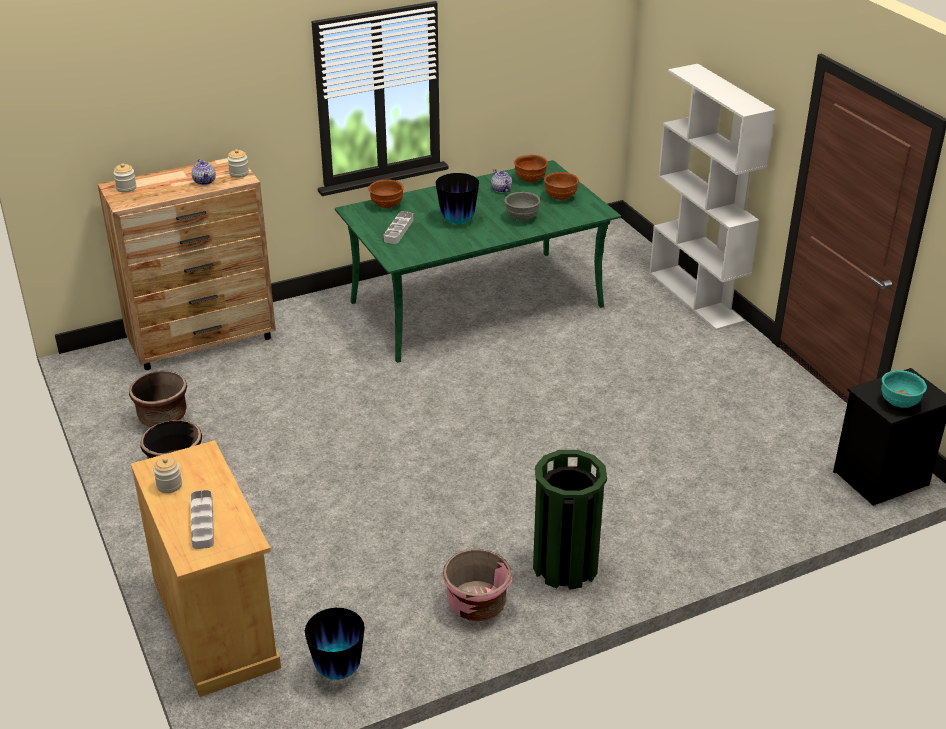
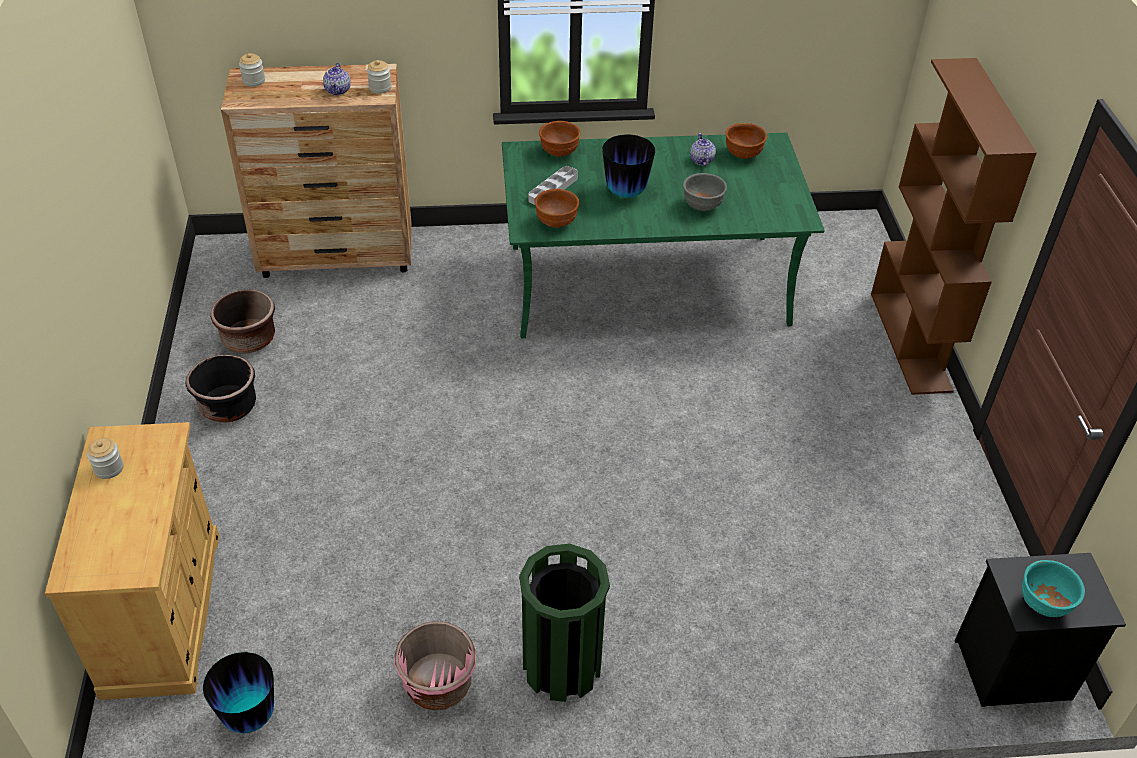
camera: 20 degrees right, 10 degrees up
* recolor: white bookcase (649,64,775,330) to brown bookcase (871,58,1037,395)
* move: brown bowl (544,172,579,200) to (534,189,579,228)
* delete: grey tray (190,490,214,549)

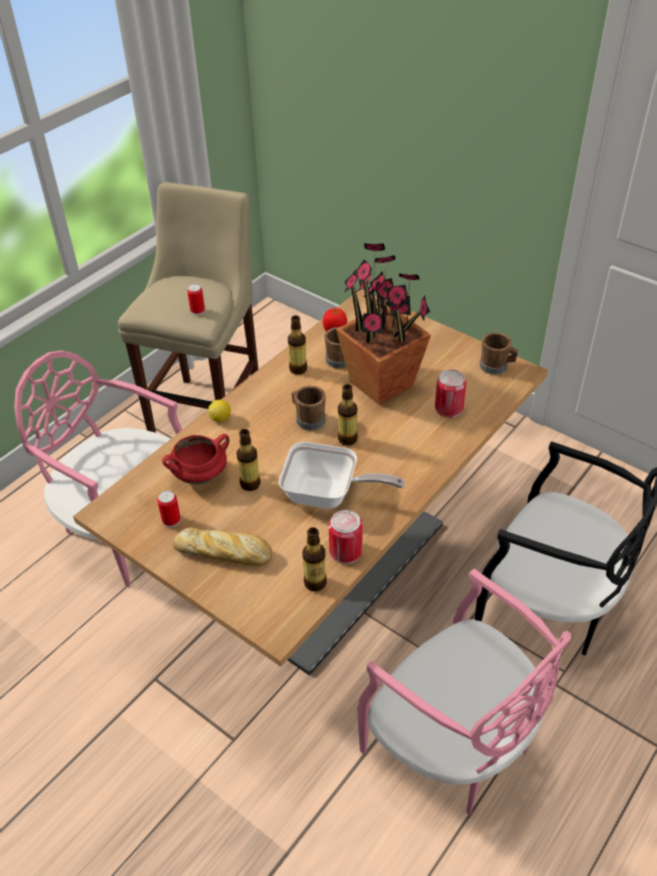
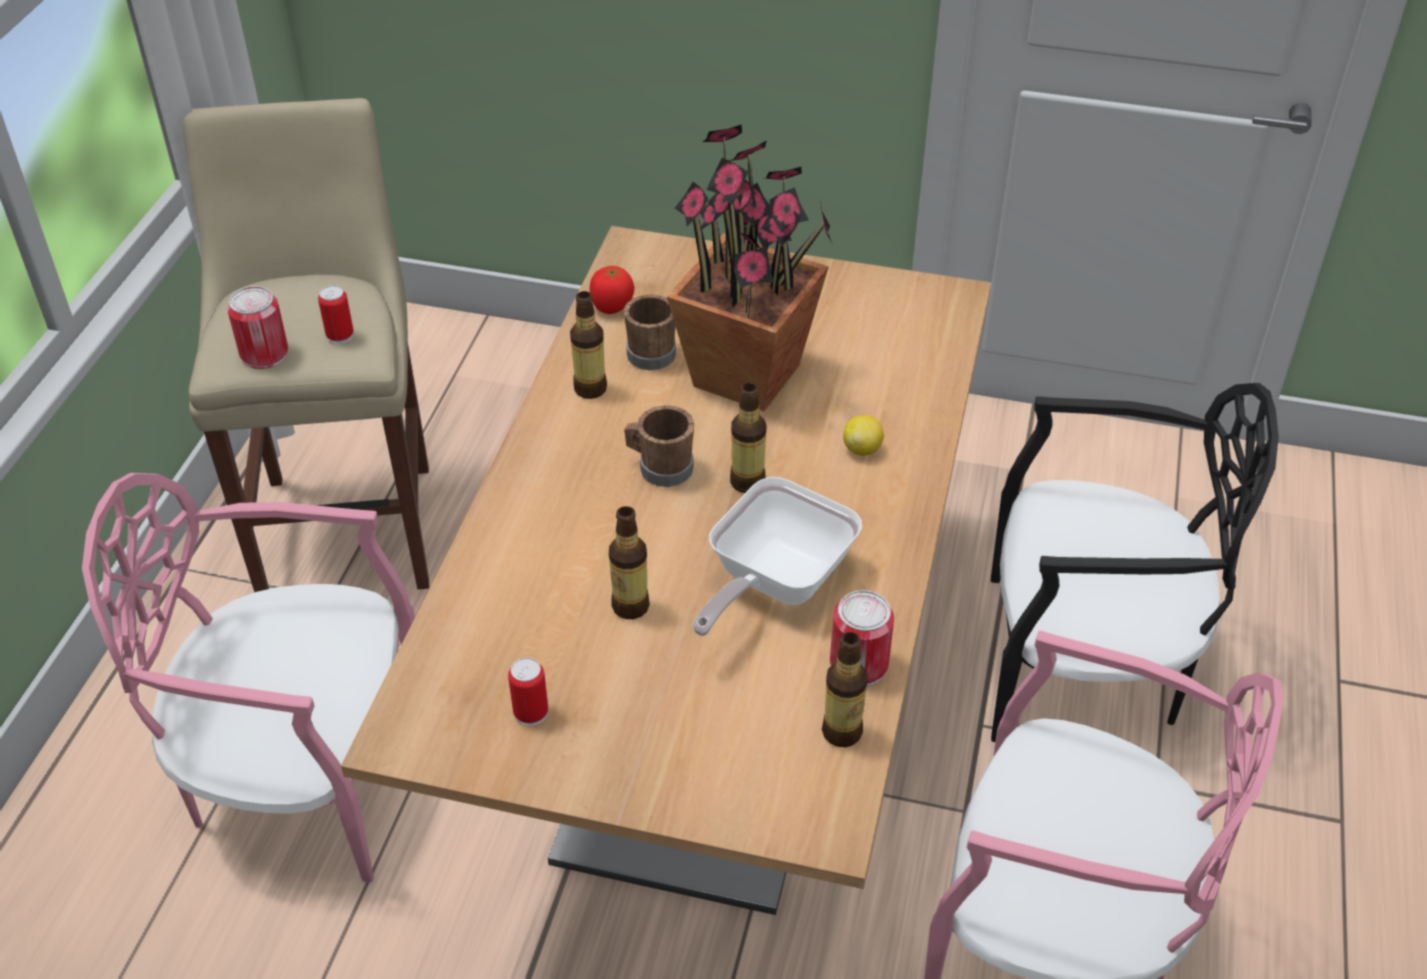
camera: 25 degrees left, 0 degrees up
* delete: brown mug (480,332,518,375)
* move: can (435,369,466,418) to (227,286,288,369)
* move: lemon (208,400,231,422) to (843,415,884,456)
* delete: red cooking pot (162,434,229,485)
* rotate: frying pan (279,442,405,509) = (692,477,862,636) 135 degrees clockwise
* delete: bread (173,528,272,566)

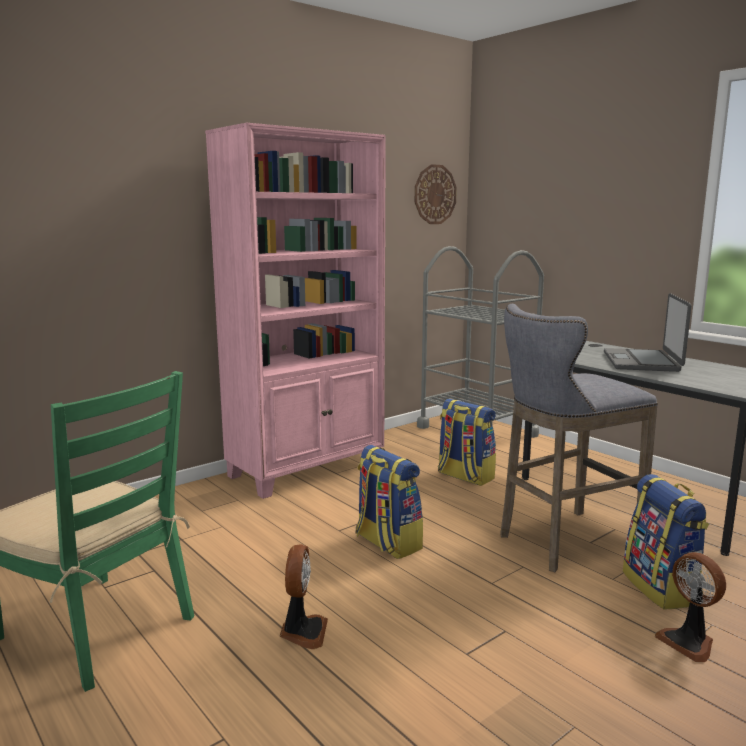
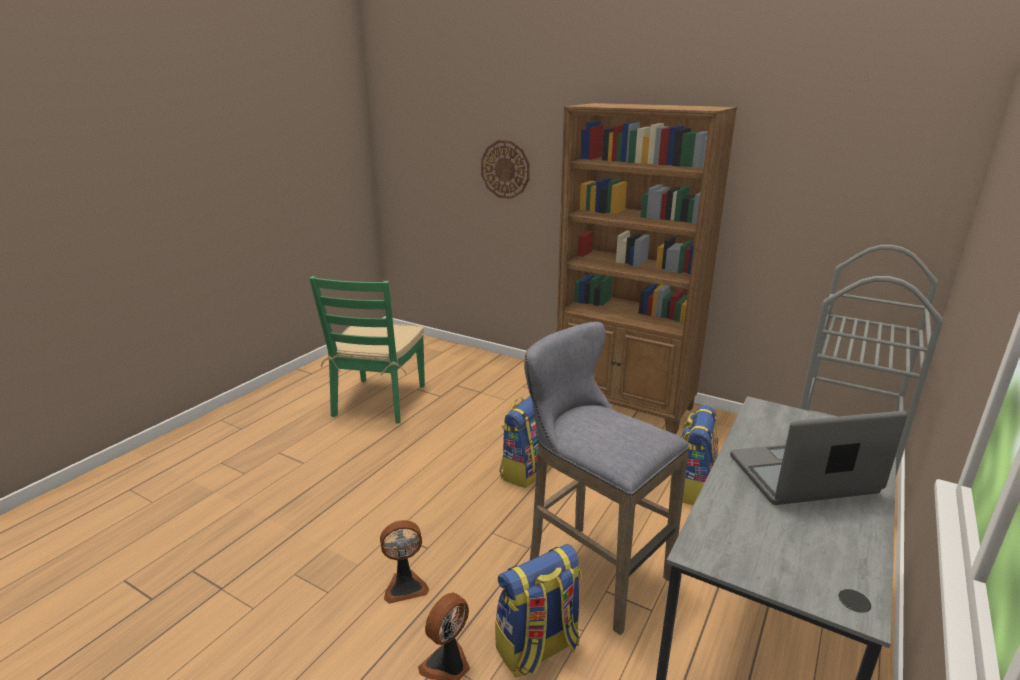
camera: 70 degrees right, 10 degrees up
* recolor: pink bookcase (205,123,386,499) to brown bookcase (556,103,737,435)
* move: wall clock (415,164,457,224) to (481,140,530,199)
* move: fan (280,544,328,649) to (380,520,429,604)

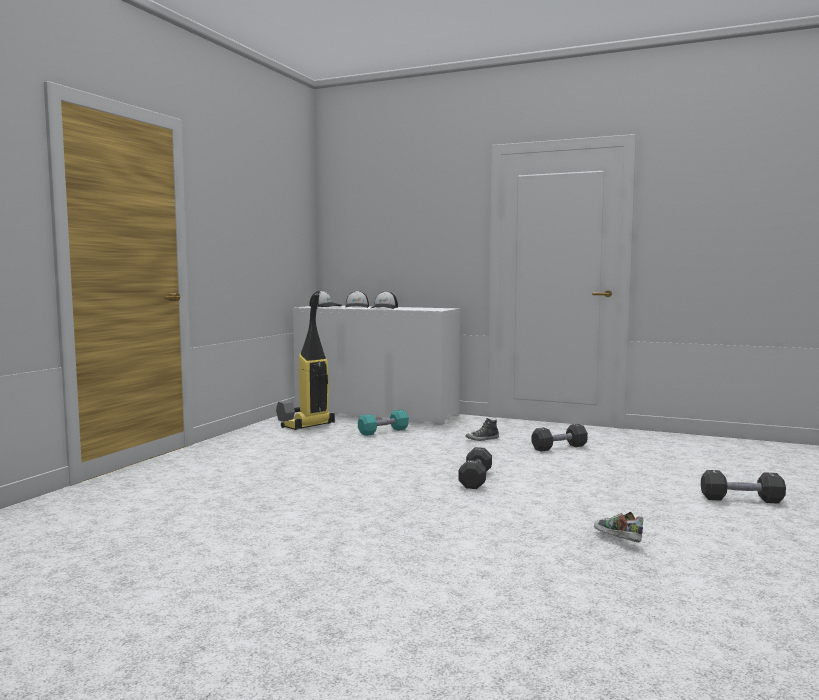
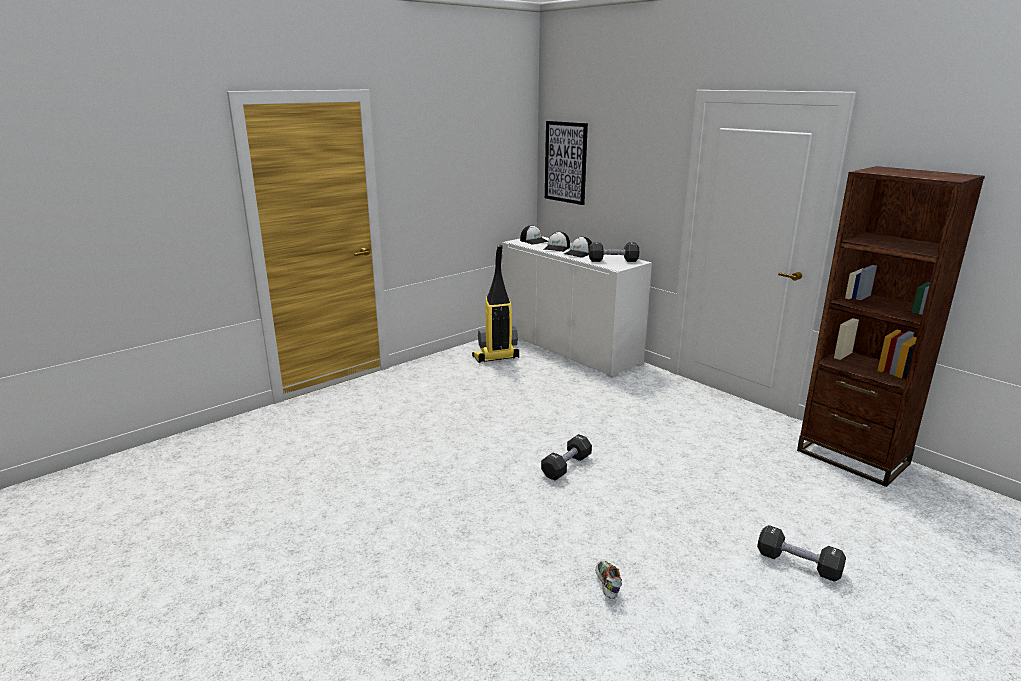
camera: 25 degrees right, 15 degrees up
* delete: turquoise dumbbell (358,410,409,436)
* delete: shoe (466,418,499,441)
* move: black dumbbell (531,424,588,452) to (589,242,639,262)
* insert: picture (545,121,588,205)
* insert: brown bookcase (797,166,985,487)

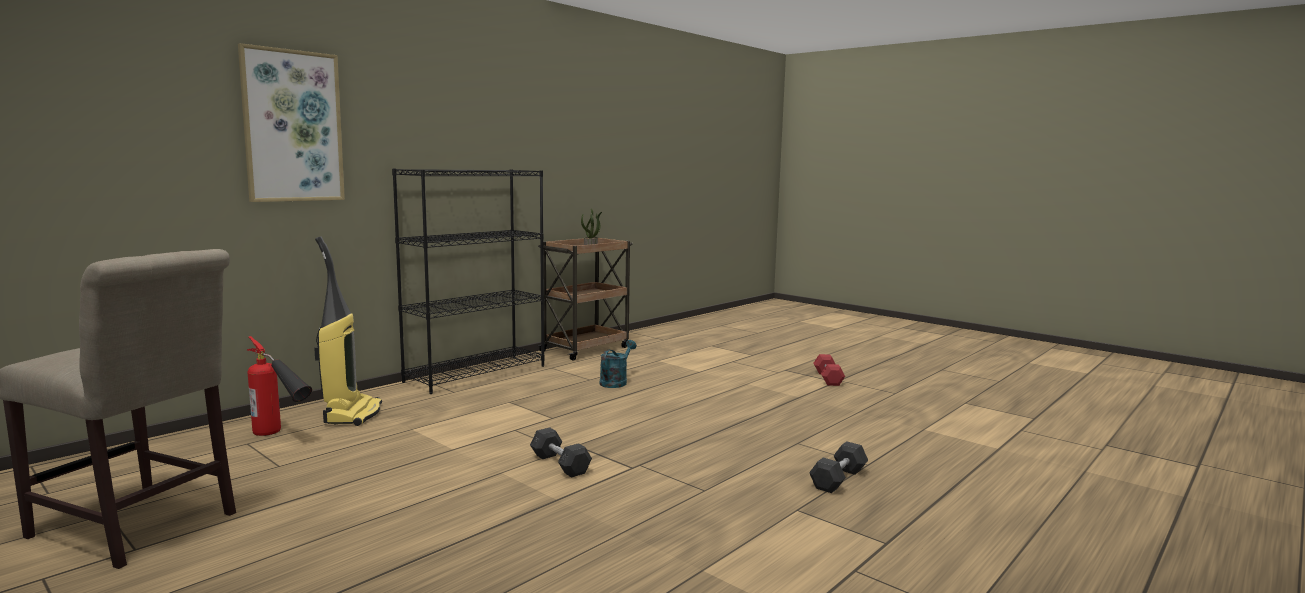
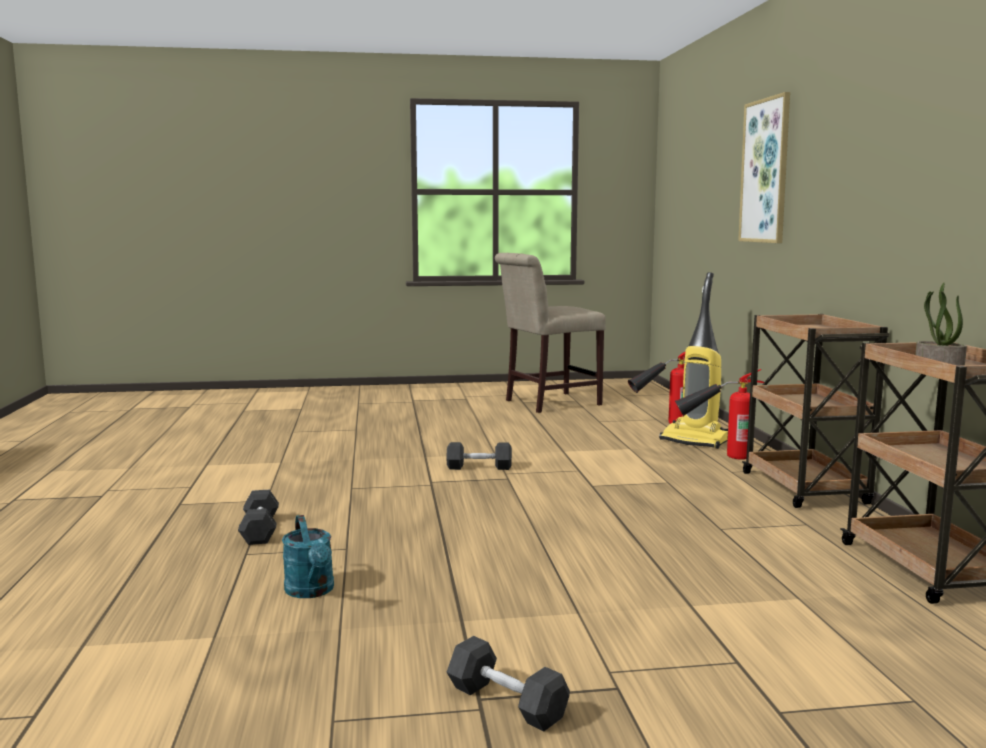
camera: 130 degrees right, 0 degrees up
* replace: black bookcase (392,168,545,394) to brown cart (742,314,890,508)
* move: turquoise watering can (600,340,637,388) to (282,515,334,598)
* recolor: red dumbbell (813,354,845,386) to grey dumbbell (447,636,570,732)
* insert: fire extinguisher (675,369,764,460)

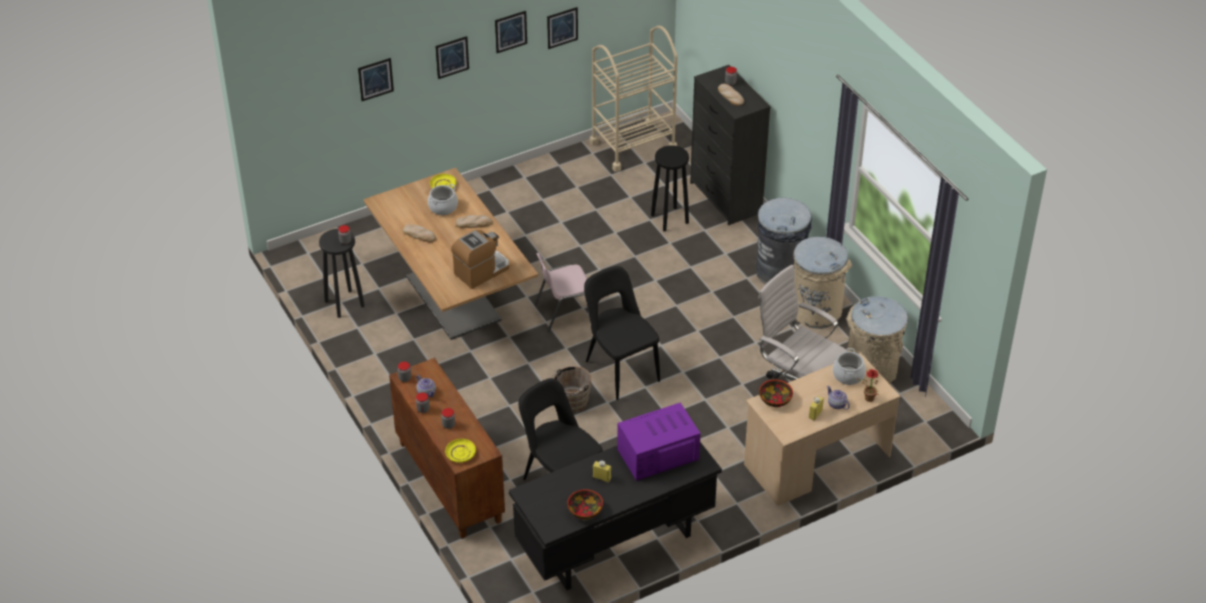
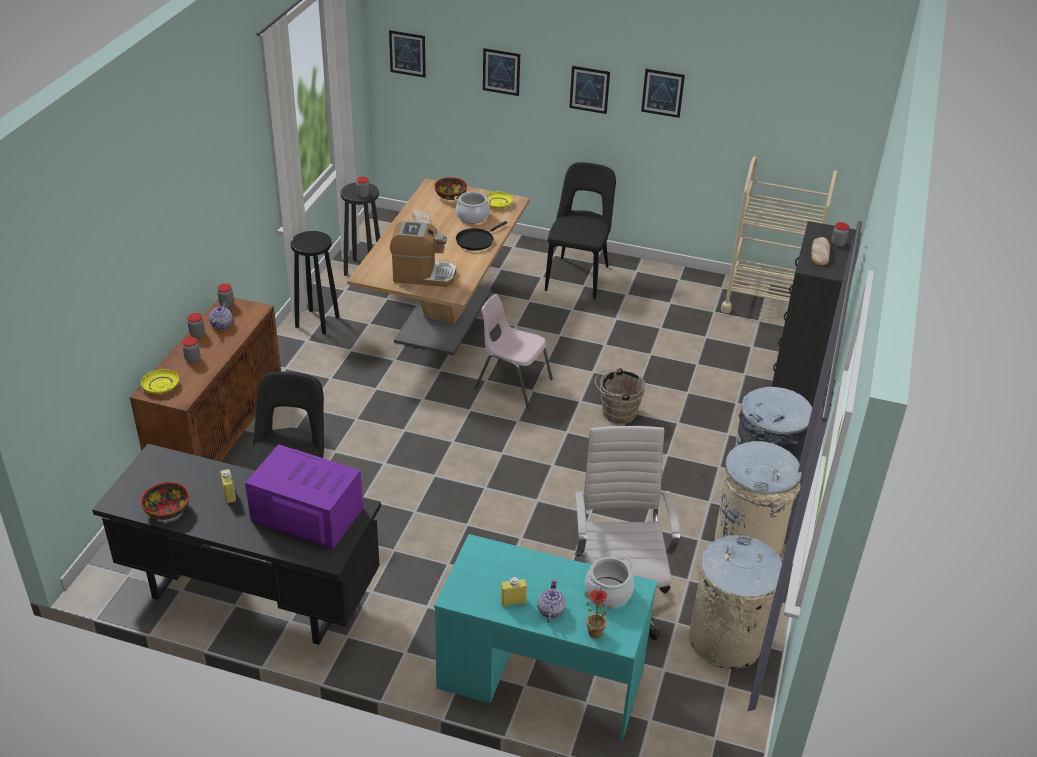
camera: 45 degrees right, 5 degrees down
* move: picture (547,7,578,49) to (389,30,426,78)
* move: black stool (651,145,689,232) to (290,231,339,334)
* replace: bread (455,215,492,228) to black frying pan (456,221,507,251)
* move: black chair (584,266,660,400) to (545,162,616,300)
* recolor: beige desk (744,353,901,506) to turquoise desk (434,534,657,741)
* move: brown bucket (551,366,591,413) to (595,368,646,424)
* move: bowl (759,380,793,407) to (434,177,467,200)

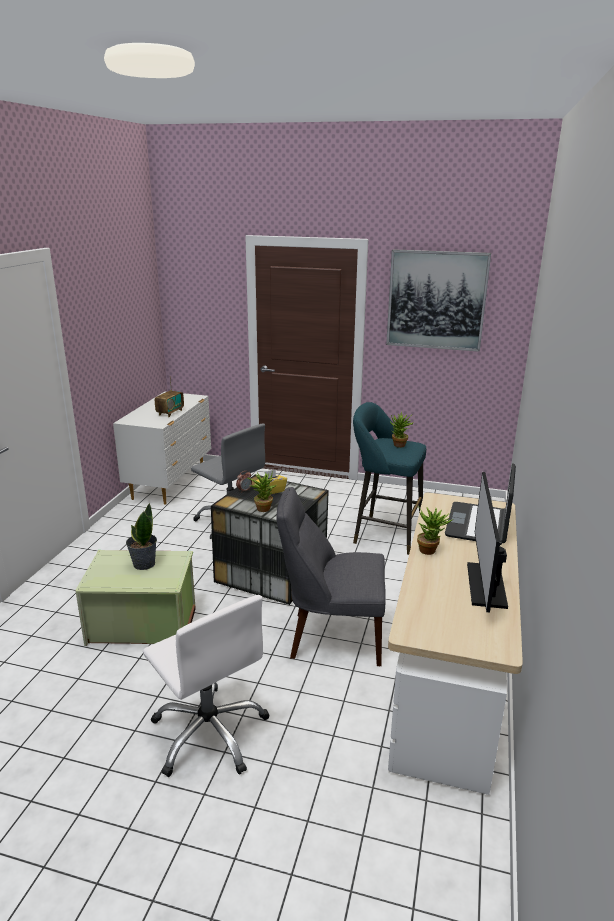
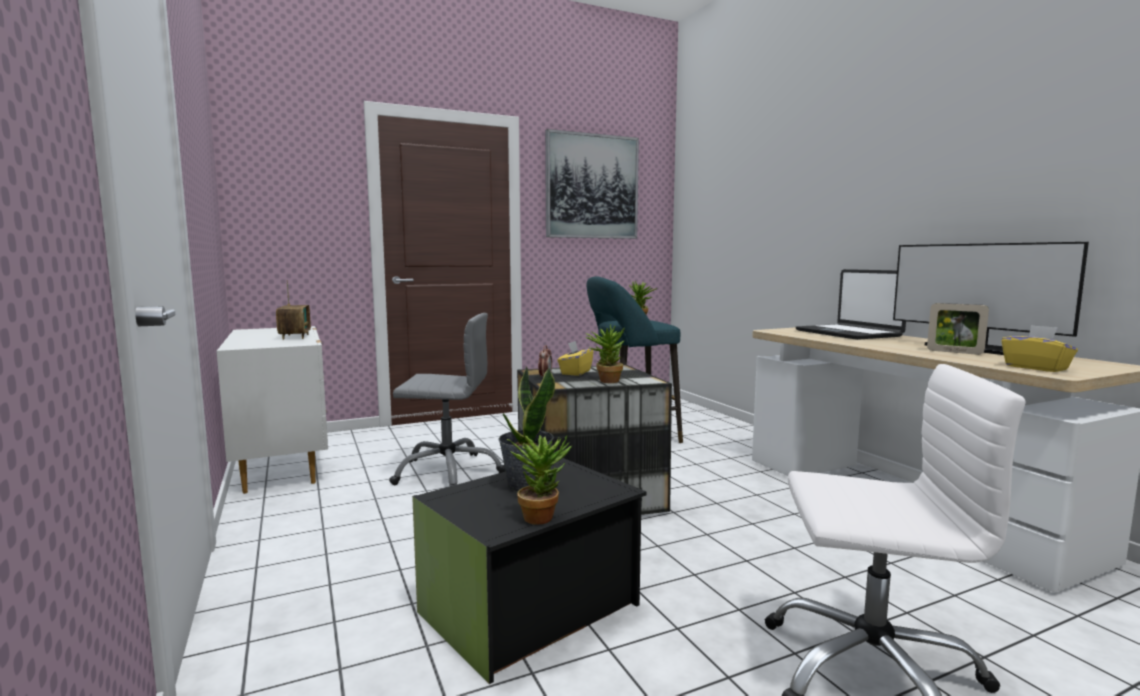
camera: 40 degrees left, 15 degrees down
* delete: grey chair (276,487,386,666)
* move: potted plant (417,506,453,555) to (507,435,572,525)
* recolor: green storage box (75,550,196,646) to black storage box (412,458,646,684)
* insert: picture frame (927,303,989,355)
* insert: yellow tissue box (1001,325,1078,372)

